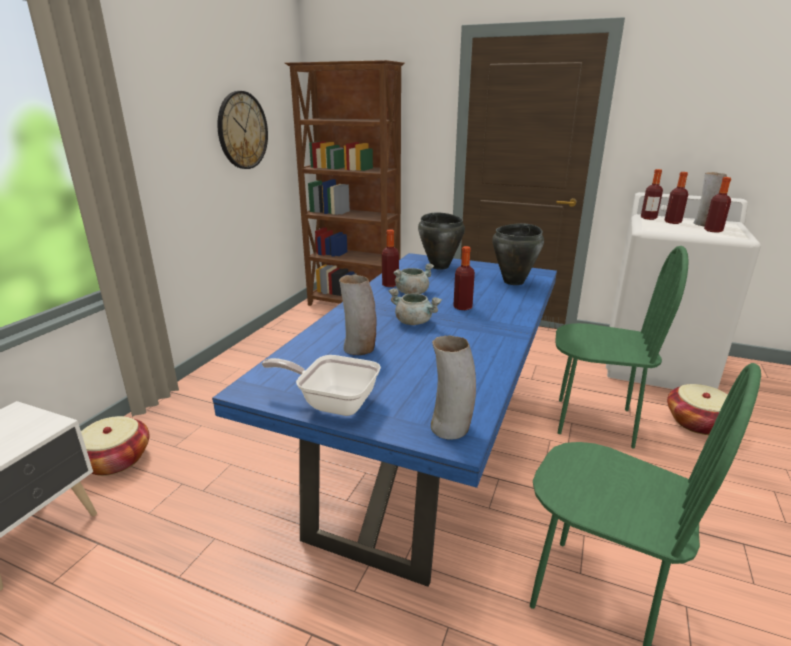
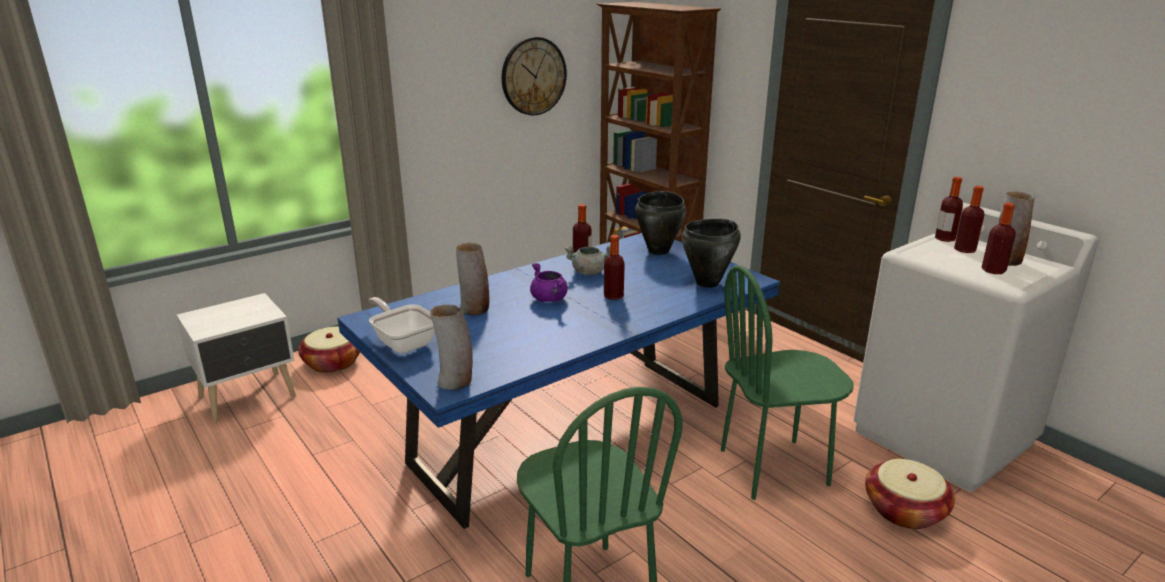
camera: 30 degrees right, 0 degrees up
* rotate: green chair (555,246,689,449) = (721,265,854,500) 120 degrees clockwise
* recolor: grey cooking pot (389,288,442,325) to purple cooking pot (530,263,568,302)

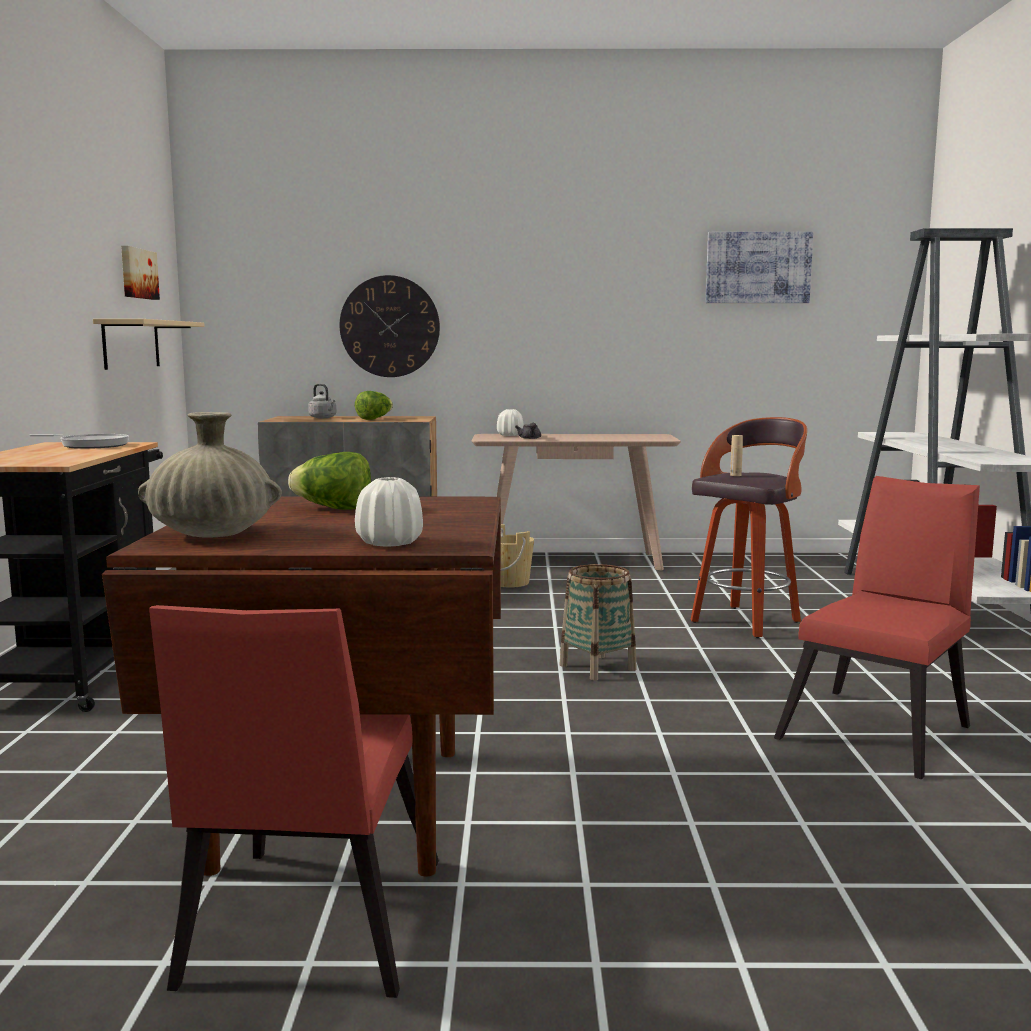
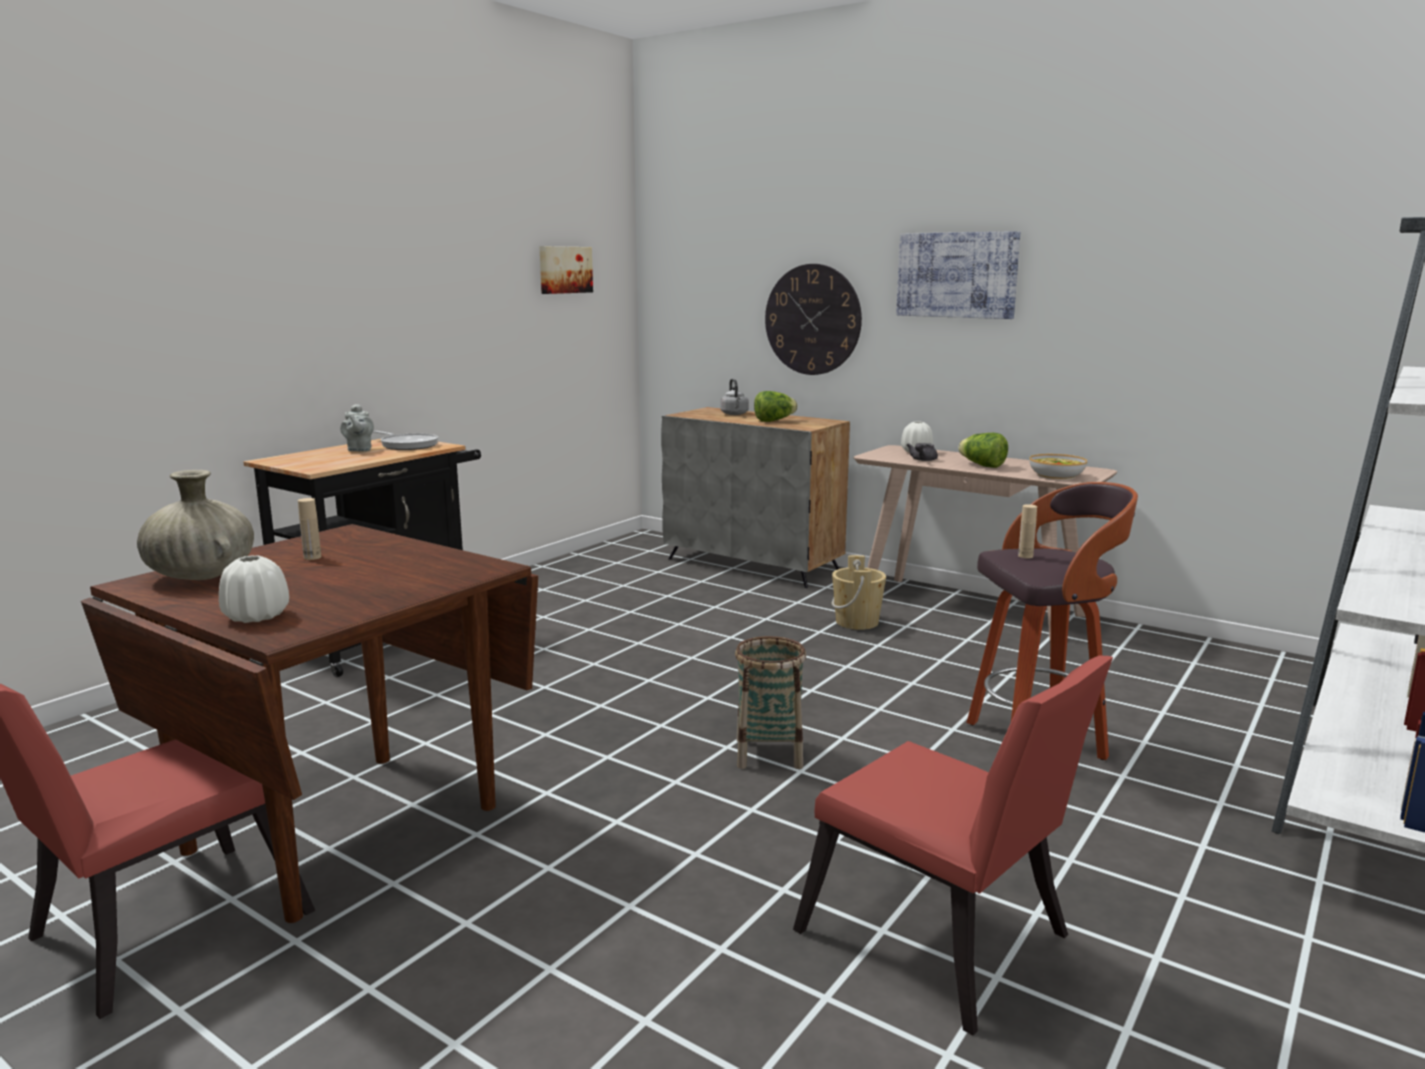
camera: 35 degrees right, 5 degrees up
* move: picture (706,232,813,303) to (896,231,1020,319)
* delete: beige shelf (93,319,204,370)
* move: lettuce (288,452,371,510) to (958,433,1008,468)
* rotate: red chair (774,476,980,779) = (793,655,1113,1035) 60 degrees clockwise
* insert: grey teapot (340,404,374,452)
* insert: bowl (1029,454,1087,480)
* insert: beige bottle (298,498,321,560)

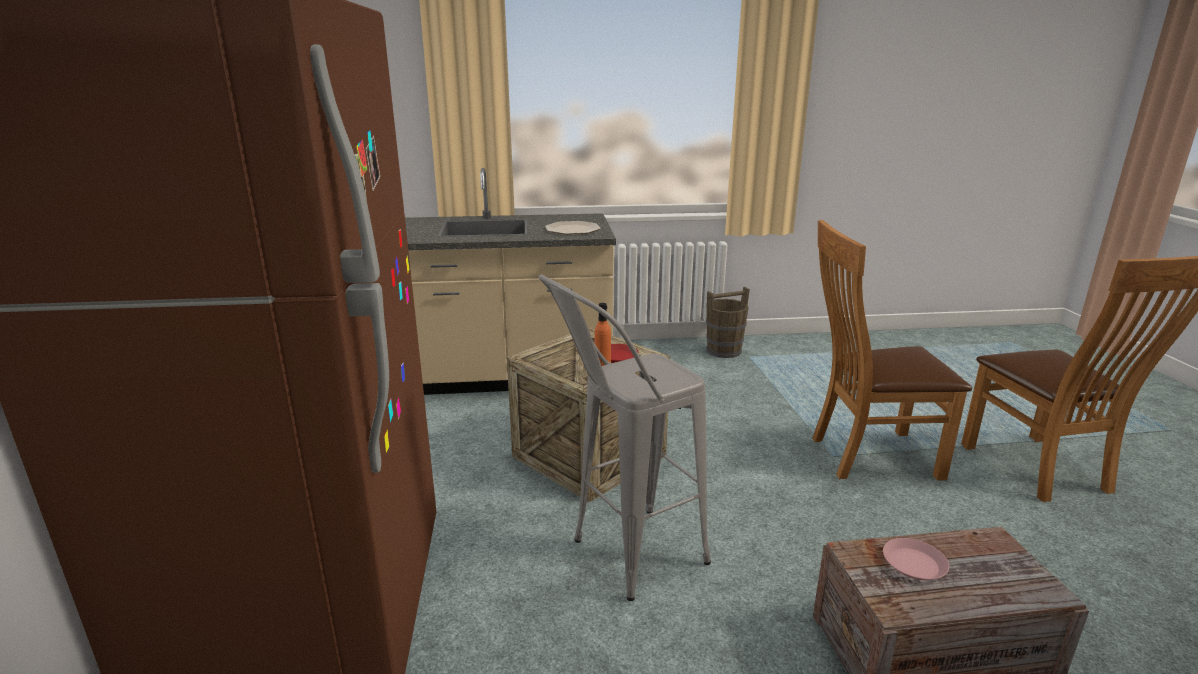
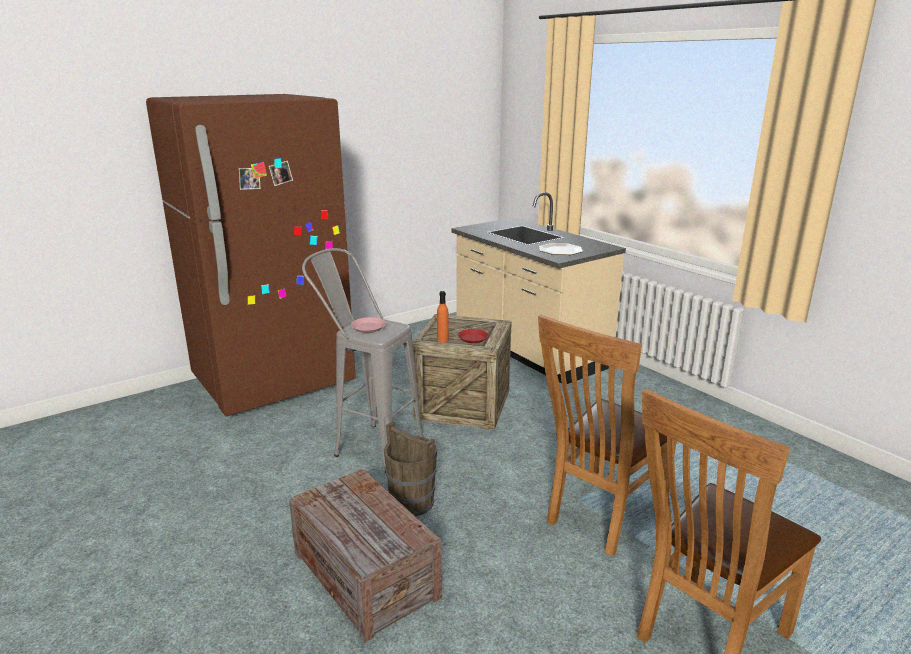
camera: 60 degrees right, 0 degrees up
* rotate: brown chair (812,220,972,480) = (538,315,677,556) 105 degrees counterclockwise
* move: brown bucket (706,287,750,358) to (384,421,437,517)
* move: pink plate (883,538,949,580) to (351,317,386,333)

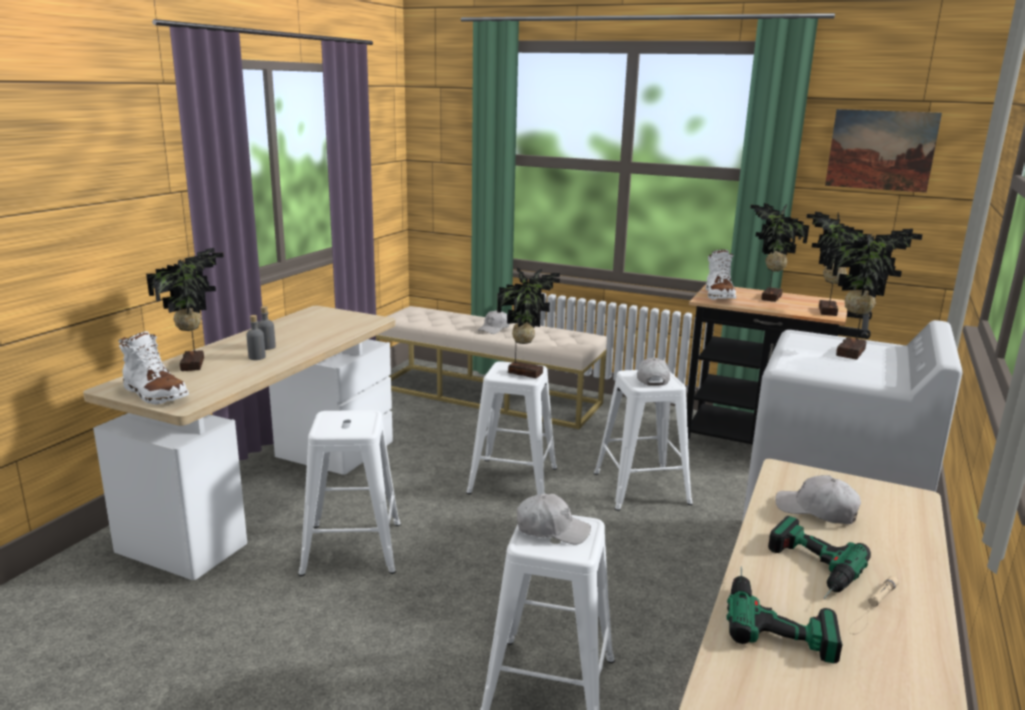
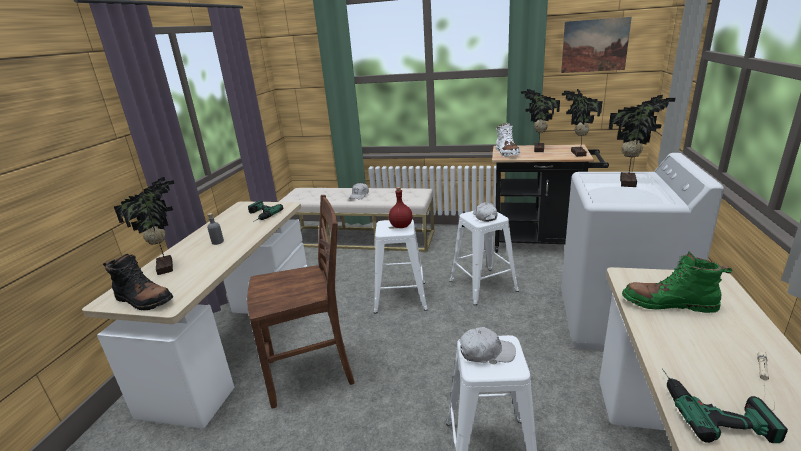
camera: 10 degrees left, 5 degrees up
* replace: potted plant (497,268,560,378) to red bottle (389,187,412,228)
* delete: grey bottle (246,315,266,360)
* recolor: white boot (118,331,189,405) to black boot (103,254,173,310)
* replace: white stool (298,410,401,576) to brown chair (247,195,355,409)
* replace: white cap (776,475,861,524) to green boot (622,251,732,313)
* move: power drill (768,516,871,599) to (248,201,283,222)

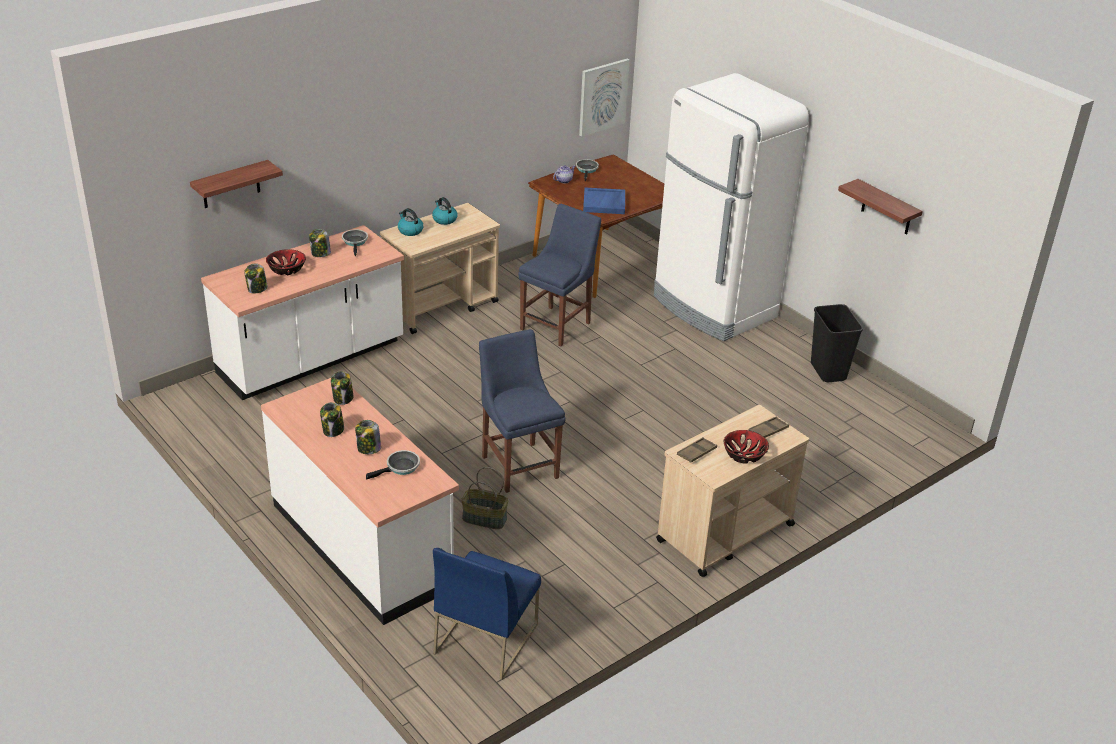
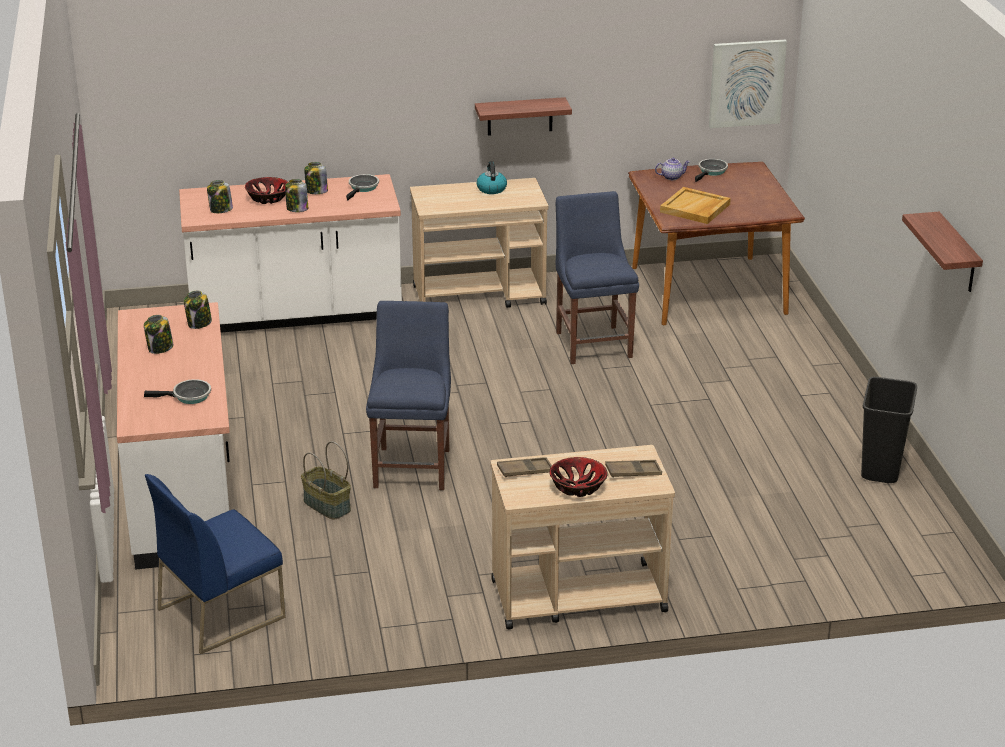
camera: 30 degrees right, 5 degrees down
* delete: white fridge (654,73,809,341)
* move: shelf (190,160,283,208) to (475,97,572,136)
* recolor: blue tray (583,187,625,214) to beige tray (660,187,731,224)
* rotate: blue chair (518,204,601,346) = (556,191,639,364) 75 degrees counterclockwise
* delete: kettle (398,208,423,236)
* move: jar (355,420,381,454) to (285,179,308,212)

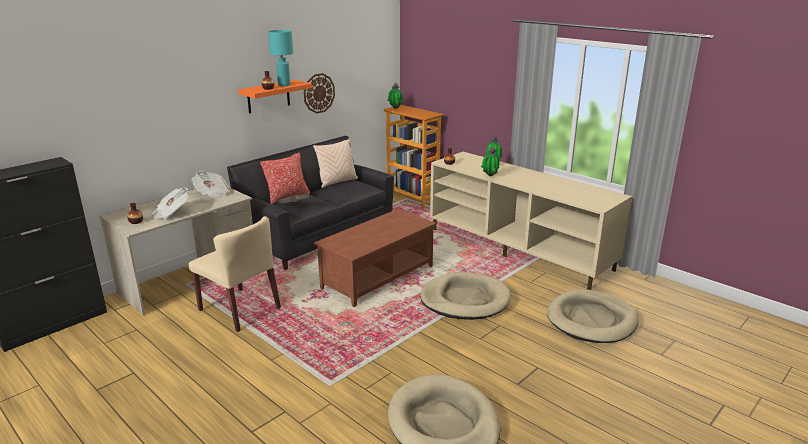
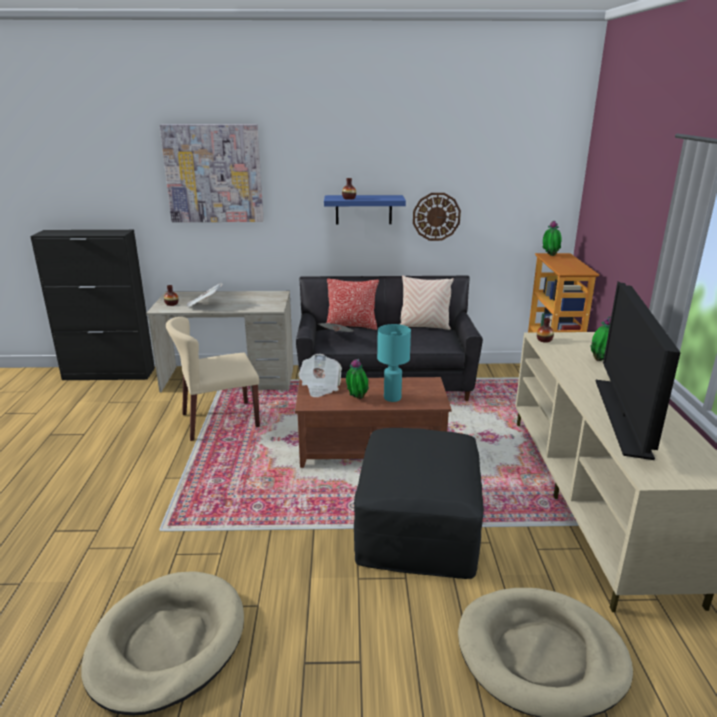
camera: 45 degrees right, 0 degrees up
* move: turquoise table lamp (268,30,293,86) to (377,324,411,402)
* recolor: orange shelf (238,80,312,114) to blue shelf (324,195,406,224)
* move: potted plant (481,147,499,176) to (346,359,369,399)
* move: newspaper (191,171,230,200) to (298,354,342,398)
* rotate: beige chair (189,216,281,332) = (166,317,260,441) 75 degrees clockwise
* replace: beige dog bed (420,272,511,320) to black ottoman (354,428,484,579)
* insert: picture (160,124,264,222)
* insert: television (596,281,681,460)

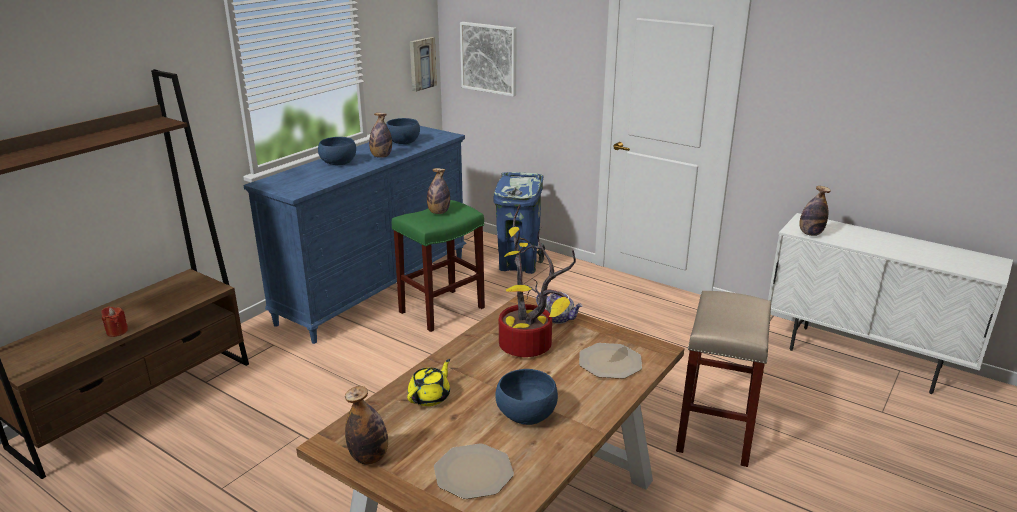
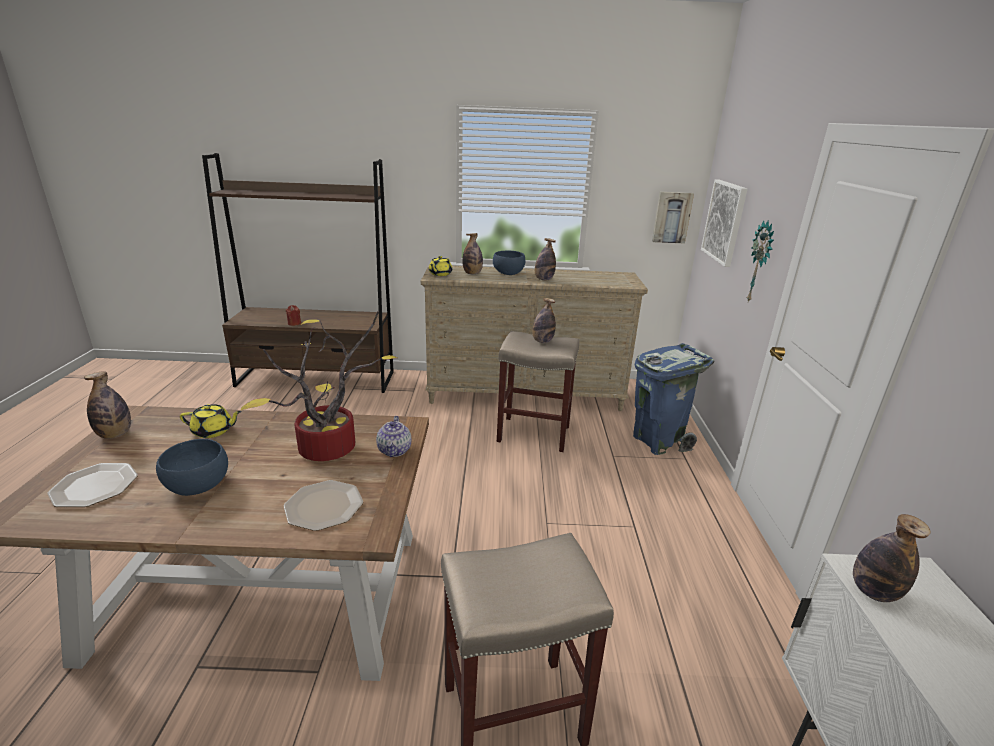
camera: 55 degrees right, 0 degrees up
* delete: blue bowl (386,118,420,144)
* recolor: blue dresser (243,126,467,344) to beige dresser (421,266,648,411)
* recolor: green stool (392,200,485,332) to beige stool (497,331,579,452)
* insert: wall clock (747,220,774,302)
* insert: bottle (462,233,483,274)
* insert: yellow teapot (429,256,452,276)

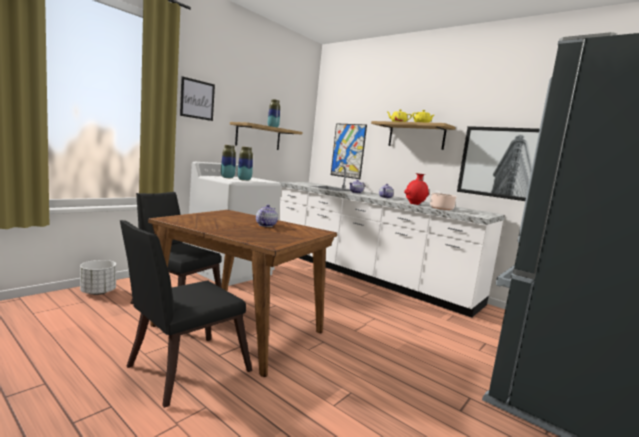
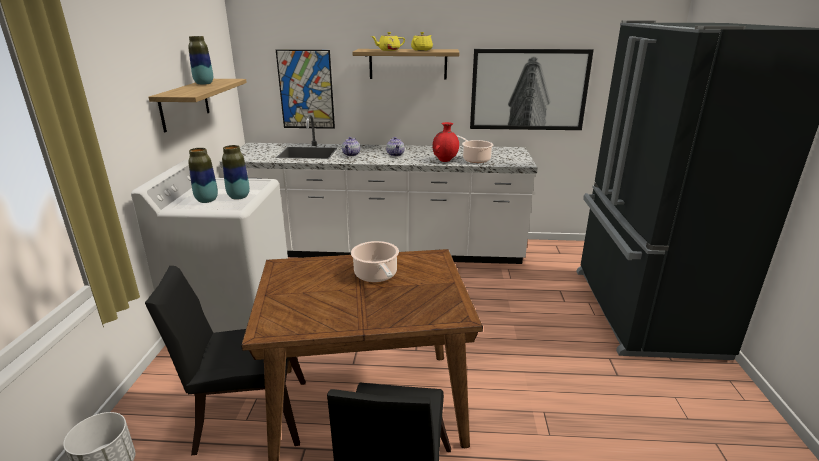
camera: 35 degrees left, 15 degrees up
* delete: picture (180,76,215,121)
* replace: teapot (256,205,278,227) to cooking pot (351,241,399,282)

